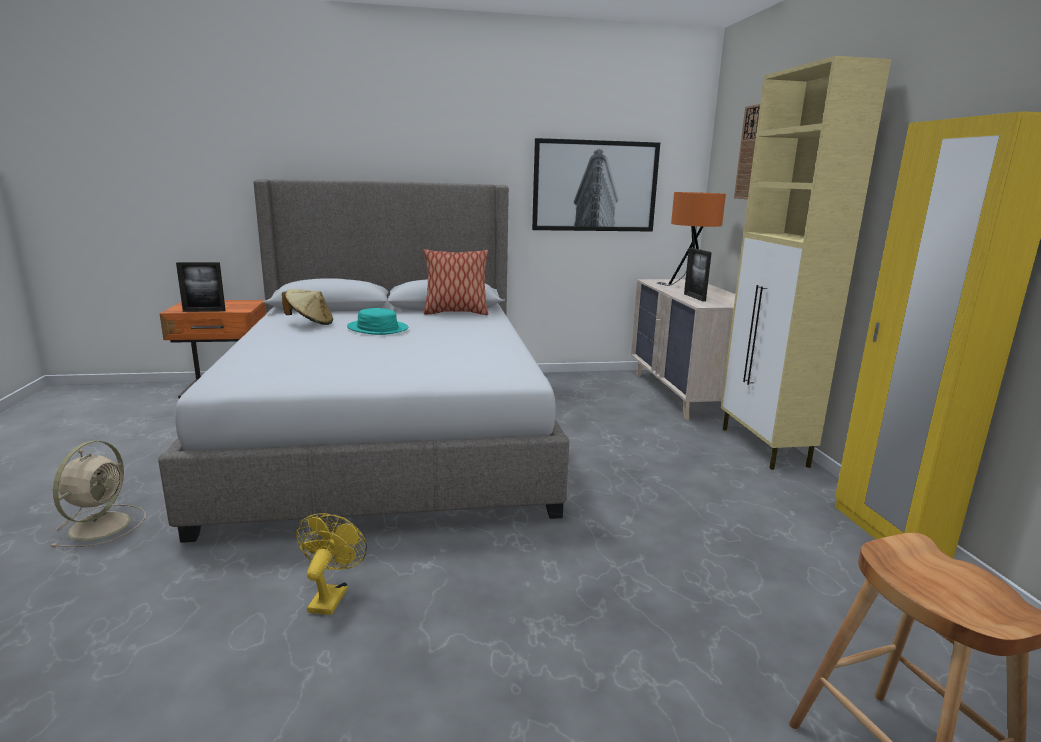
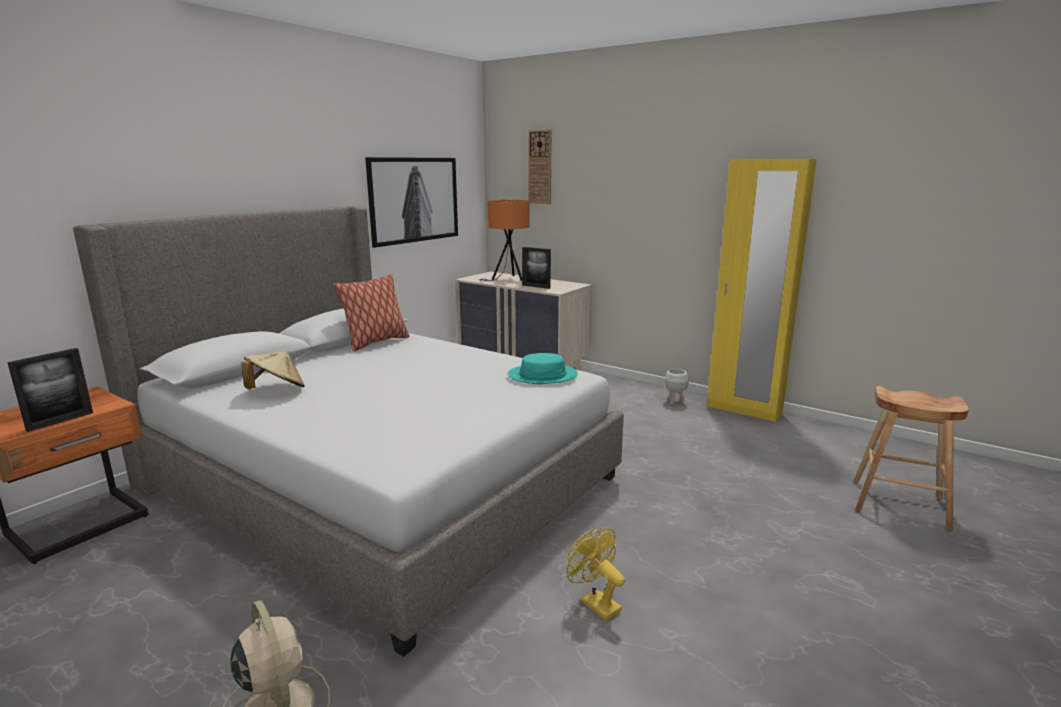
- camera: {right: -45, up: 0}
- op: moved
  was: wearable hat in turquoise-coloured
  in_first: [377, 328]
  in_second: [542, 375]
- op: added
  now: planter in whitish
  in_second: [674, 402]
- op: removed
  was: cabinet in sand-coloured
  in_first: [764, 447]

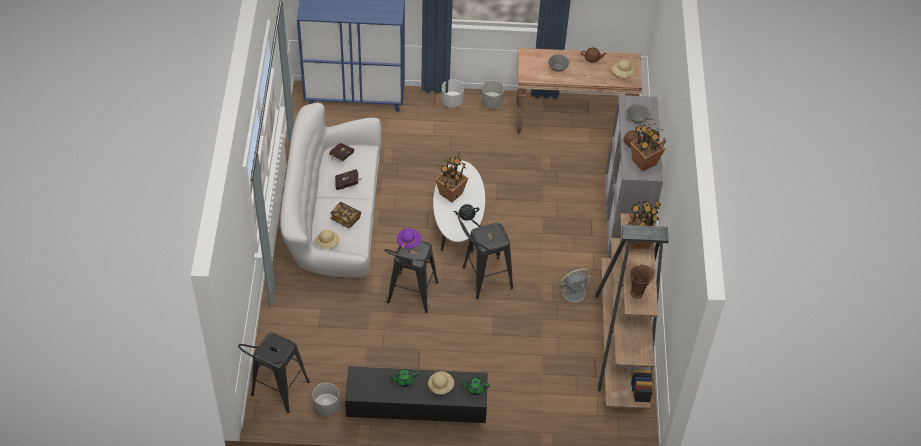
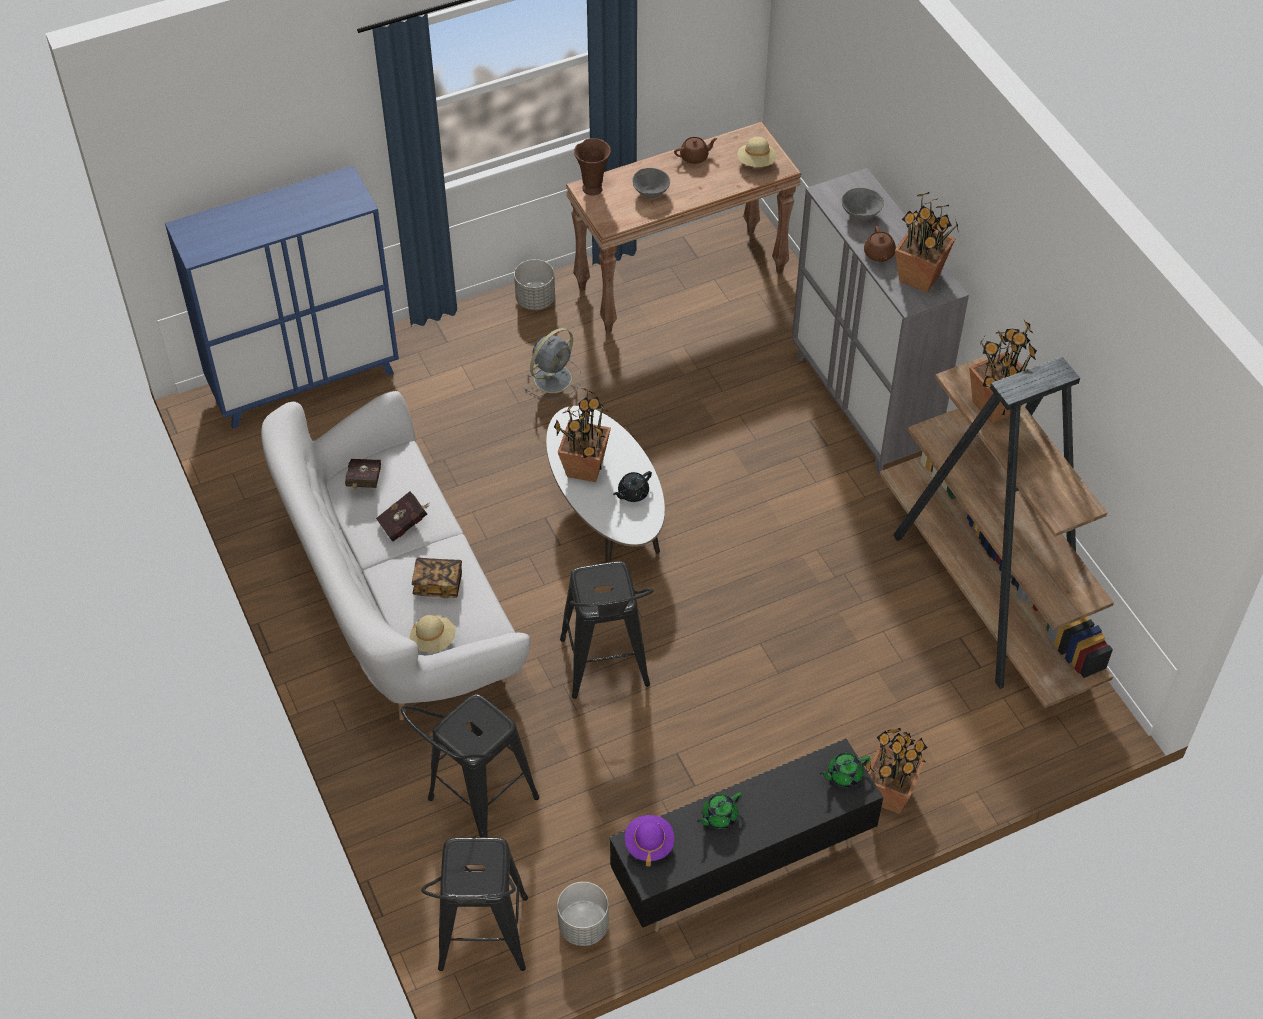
- camera: {right: -25, up: 0}
- op: moved
  was: stool in black-coloured
  in_first: [481, 279]
  in_second: [474, 806]
- op: moved
  was: electric fan in gray
  in_first: [575, 292]
  in_second: [554, 377]
- op: moved
  was: decorative vase in brown
  in_first: [637, 292]
  in_second: [593, 188]
- op: moved
  was: wearable hat in purple-coloured
  in_first: [408, 242]
  in_second: [649, 844]
- op: added
  now: potted plant
  in_second: [889, 794]
- op: removed
  was: wearable hat in sand-coloured
  in_first: [440, 386]
- op: removed
  was: planter in whitish
  in_first: [452, 102]

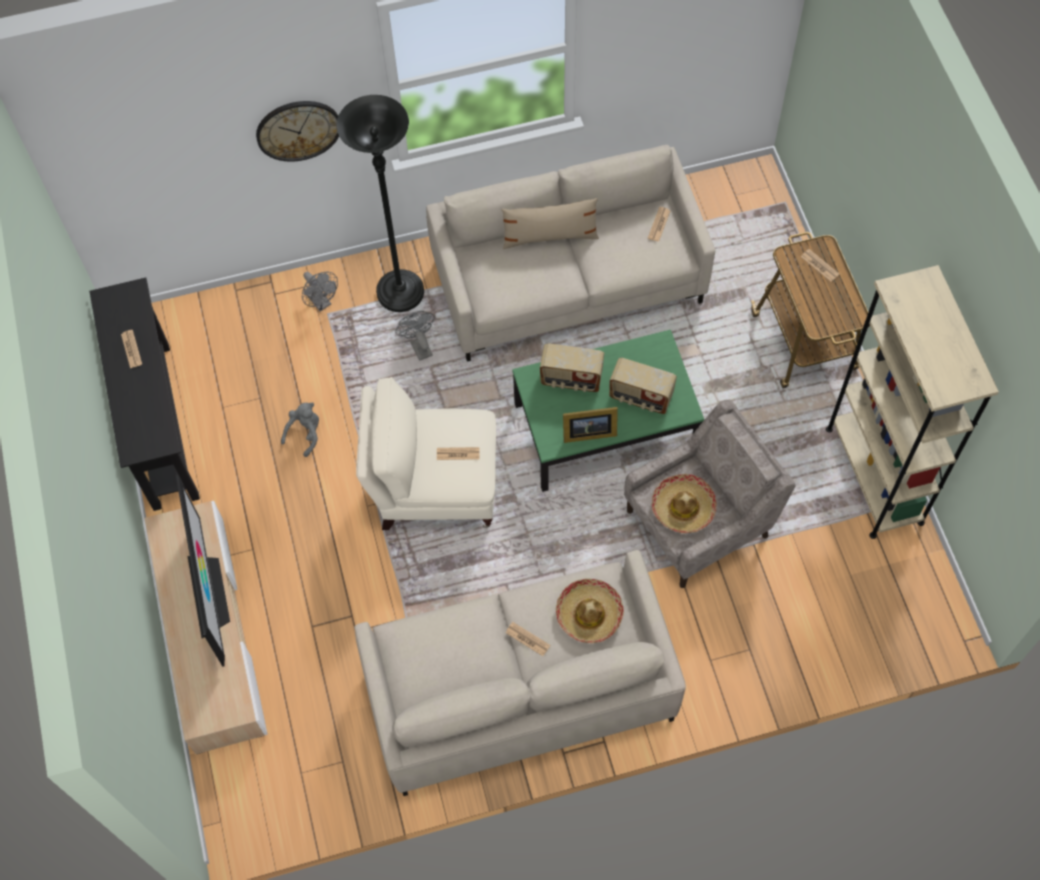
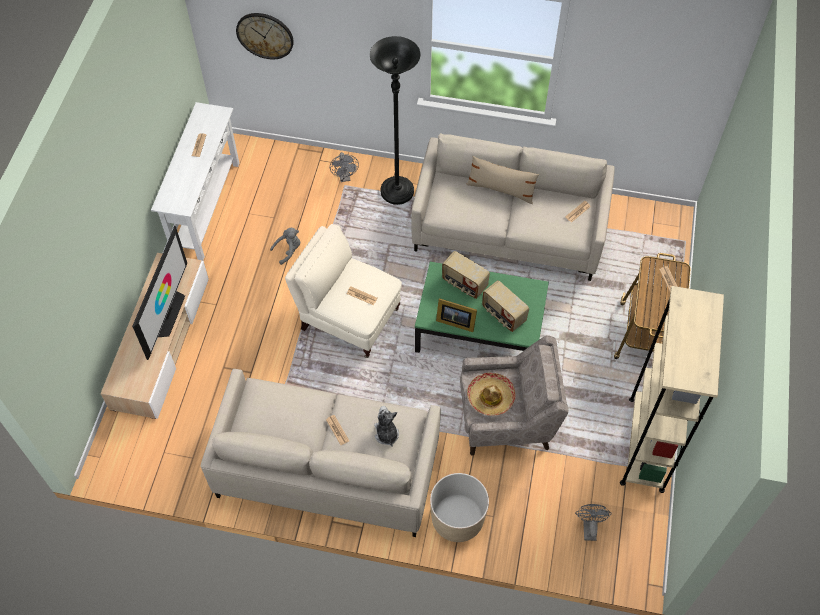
- camera: {right: 25, up: -5}
- op: recoloured
  was: hall table in black-coloured
  now: hall table in whitish
  in_first: [160, 425]
  in_second: [206, 208]
- op: moved
  was: hanging clock
  in_first: [298, 130]
  in_second: [265, 35]
- op: replaced
  was: wearable hat
  now: soft toy
  in_first: [589, 614]
  in_second: [386, 433]
- op: added
  now: planter in sand-coloured
  in_second: [457, 519]
- op: moved
  was: electric fan in gray
  in_first: [419, 345]
  in_second: [589, 527]

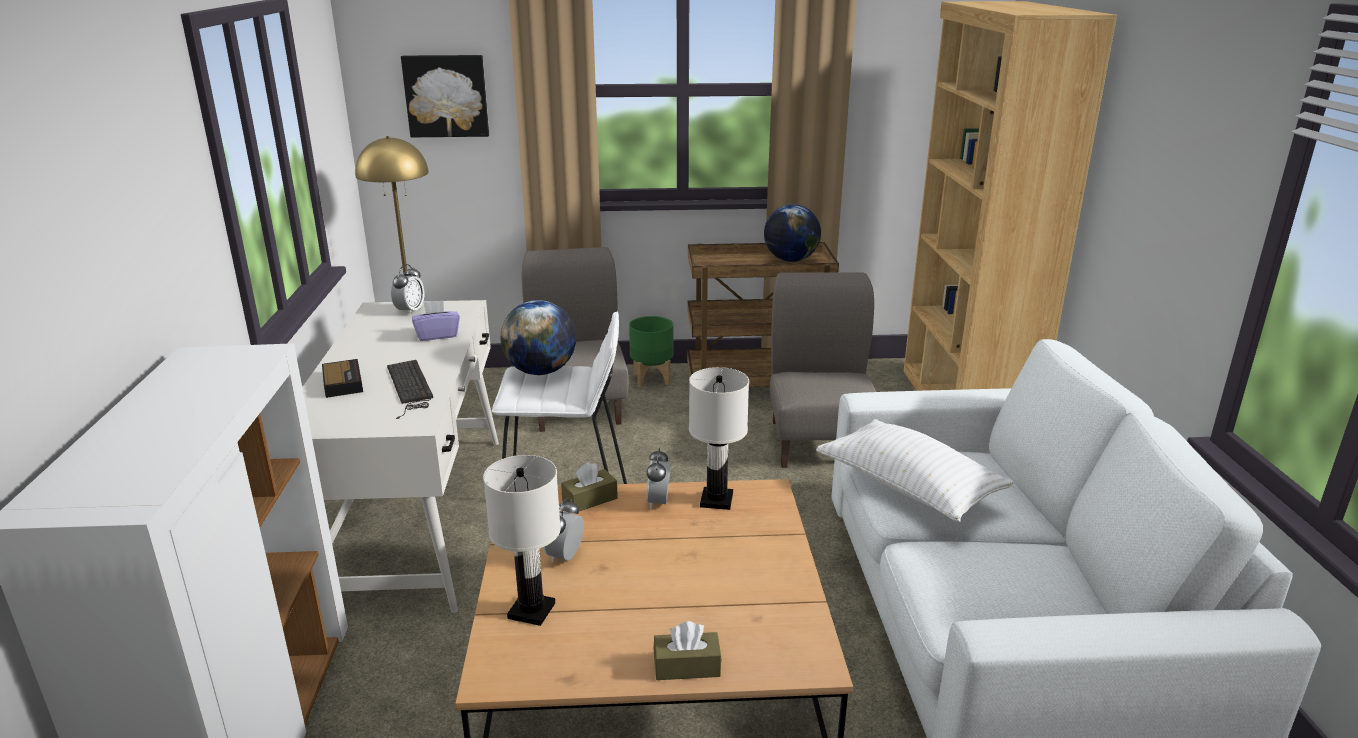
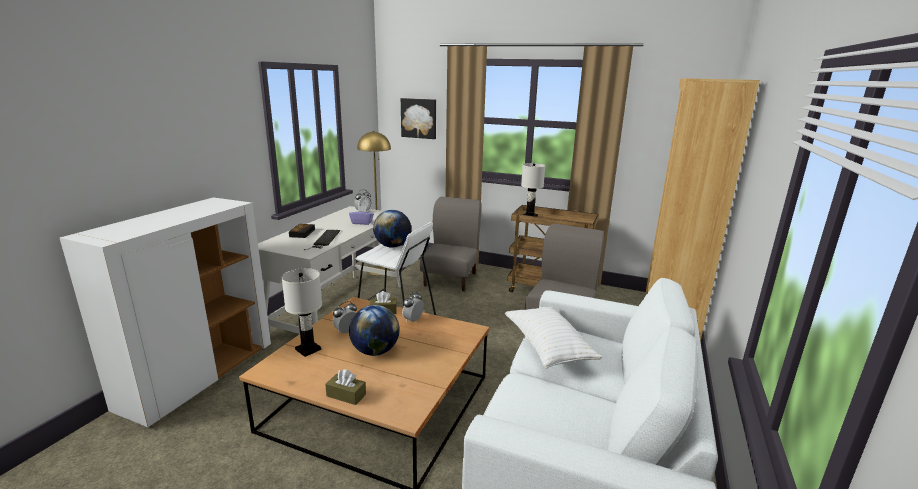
- camera: {right: 25, up: -5}
- op: moved
  was: desk globe
  in_first: [790, 260]
  in_second: [375, 351]
- op: moved
  was: lamp for a table in whitish
  in_first: [717, 500]
  in_second: [530, 216]
- op: removed
  was: planter in green-coloured
  in_first: [652, 379]

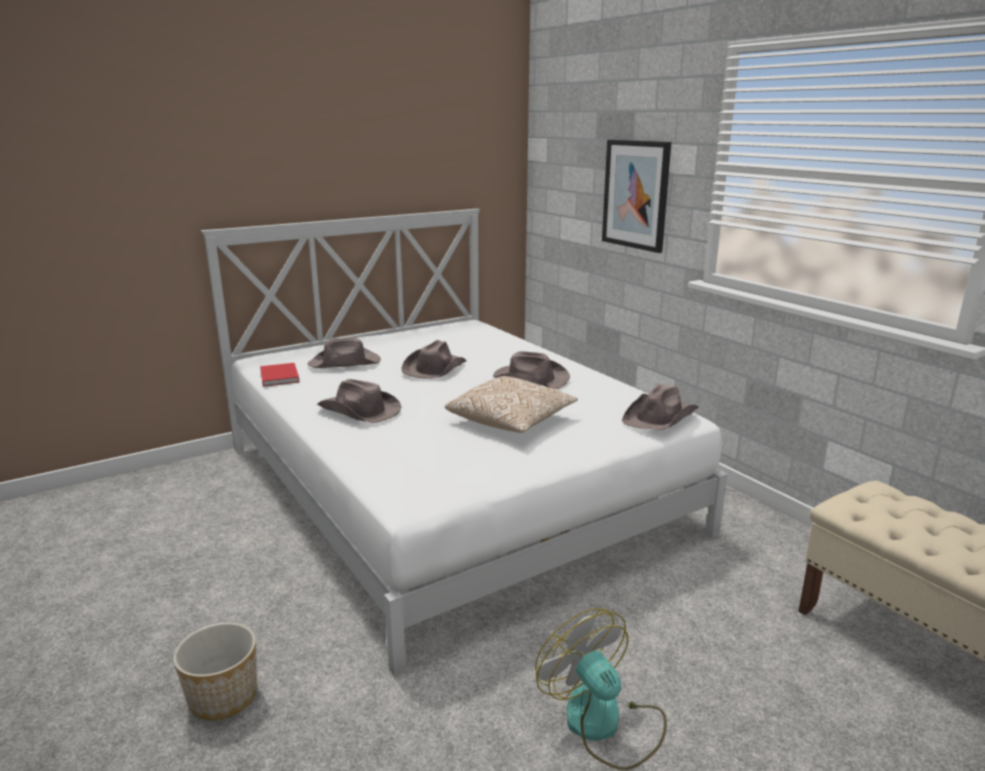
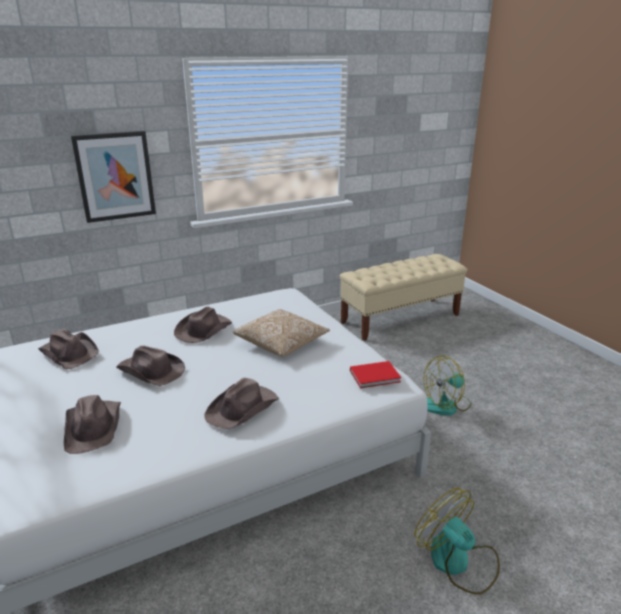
- camera: {right: -85, up: 5}
- op: moved
  was: wearable hat in brown
  in_first: [660, 417]
  in_second: [70, 353]
- op: moved
  was: bound book in red
  in_first: [279, 377]
  in_second: [376, 376]
- op: replaced
  was: planter
  now: electric fan
  in_first: [222, 697]
  in_second: [457, 562]

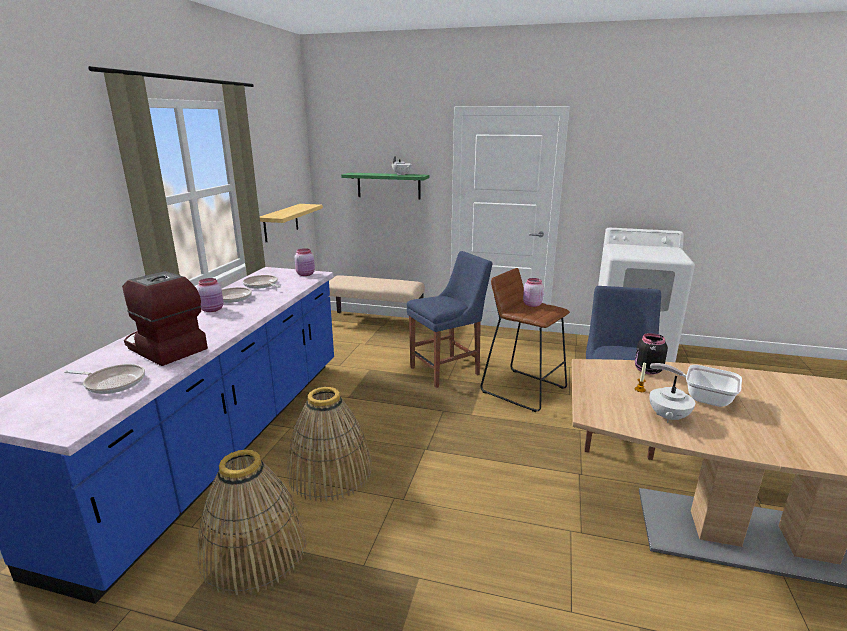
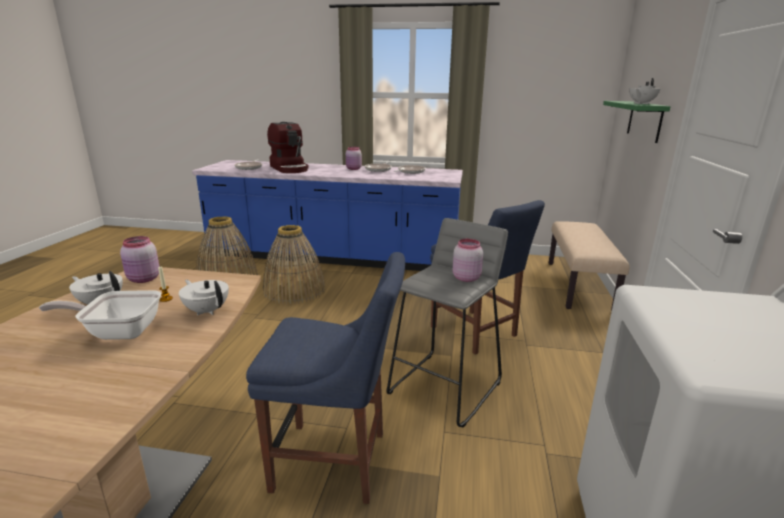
- camera: {right: 85, up: 0}
- op: turned
  was: pan
  in_first: [701, 397]
  in_second: [118, 331]
  clockwise: -120
- op: moved
  was: jar in pink
  in_first: [306, 274]
  in_second: [143, 279]
- op: replaced
  was: jar in black-coloured
  now: teapot in whitish
  in_first: [647, 370]
  in_second: [207, 310]
- op: turned
  was: coffee maker
  in_first: [164, 348]
  in_second: [290, 168]
  clockwise: 120
- op: recoloured
  was: stool in brown
  now: stool in gray
  in_first: [523, 389]
  in_second: [445, 387]
- op: removed
  was: shelf
  in_first: [281, 222]

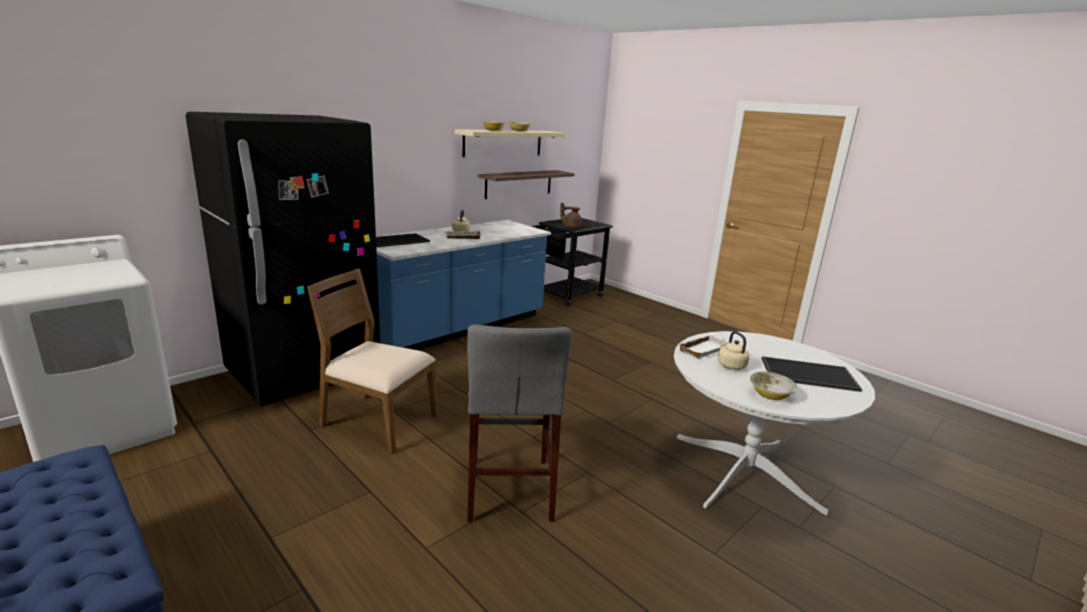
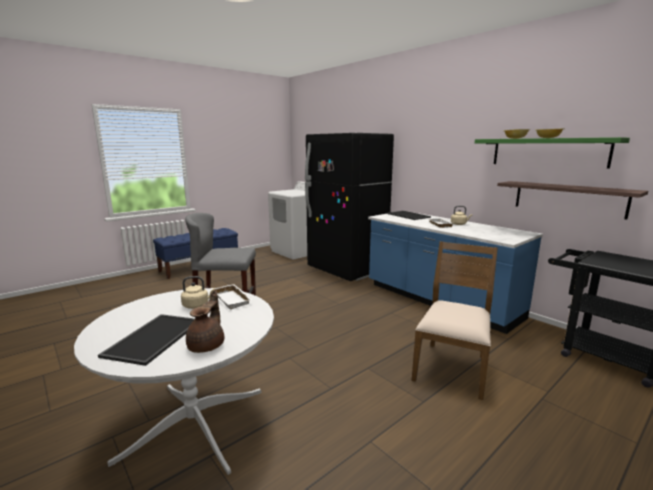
- camera: {right: 95, up: -5}
- op: moved
  was: teapot in brown
  in_first: [571, 227]
  in_second: [207, 345]
- op: moved
  was: plain chair in brown
  in_first: [378, 421]
  in_second: [452, 367]
- op: recoloured
  was: shelf in sand-coloured
  now: shelf in green-coloured
  in_first: [503, 143]
  in_second: [547, 152]
- op: removed
  was: deep dish
  in_first: [770, 395]

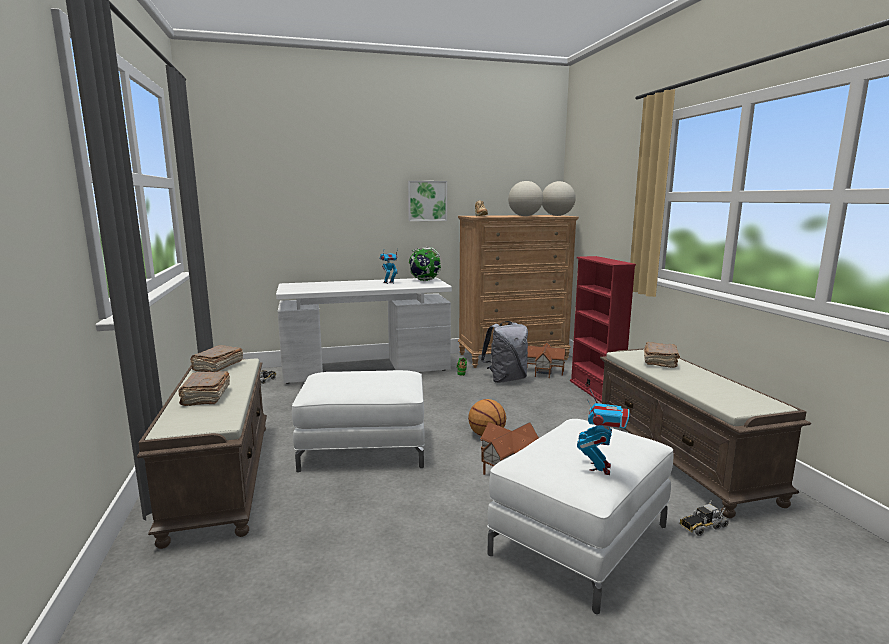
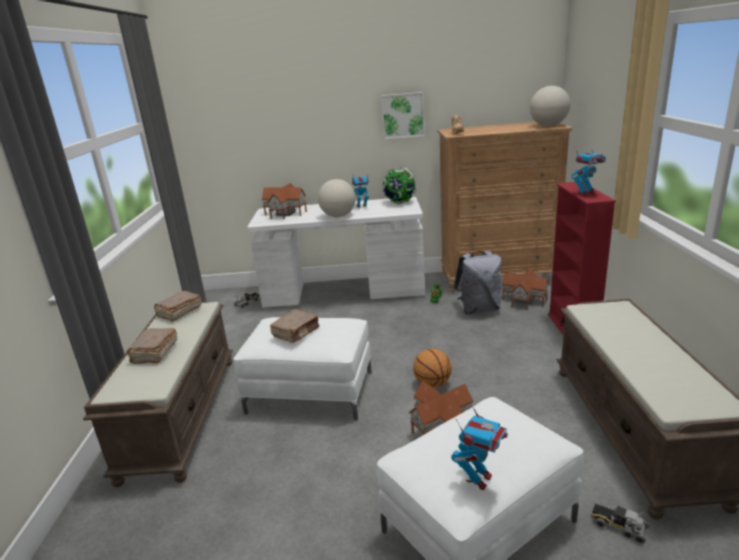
- camera: {right: 15, up: 10}
- op: added
  now: miniature house
  in_second: [285, 213]
- op: moved
  was: bound book in brown
  in_first: [660, 362]
  in_second: [296, 333]
- op: moved
  was: desk globe
  in_first: [525, 216]
  in_second: [338, 216]
- op: added
  now: toy robot
  in_second: [586, 193]
- op: turned
  was: toy lorry
  in_first: [702, 526]
  in_second: [618, 526]
  clockwise: 45

